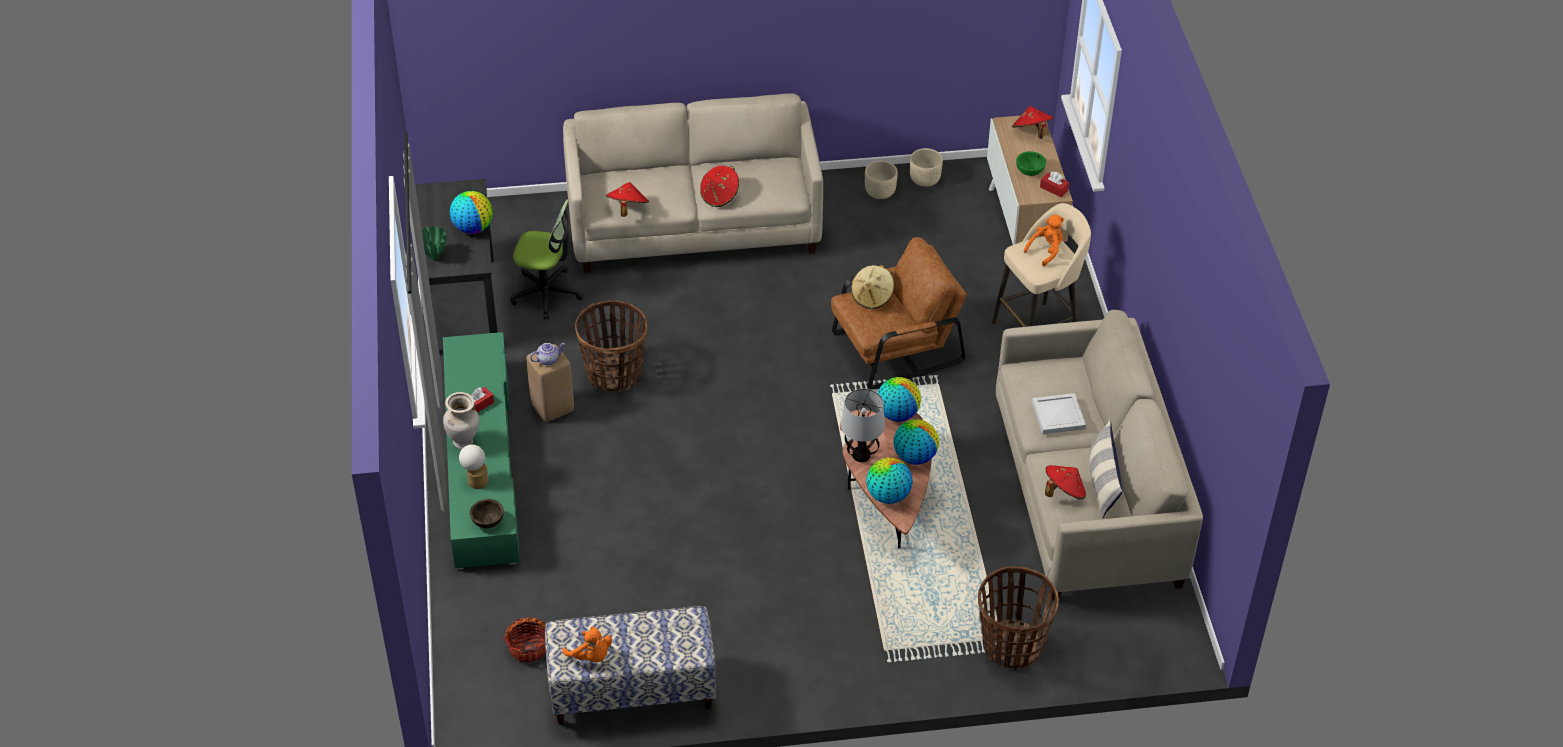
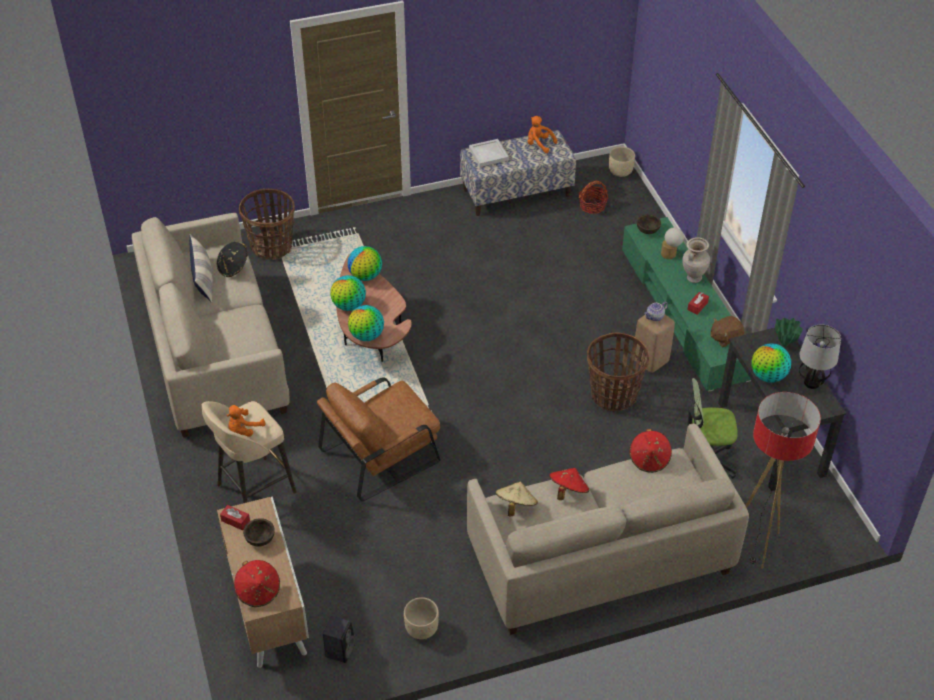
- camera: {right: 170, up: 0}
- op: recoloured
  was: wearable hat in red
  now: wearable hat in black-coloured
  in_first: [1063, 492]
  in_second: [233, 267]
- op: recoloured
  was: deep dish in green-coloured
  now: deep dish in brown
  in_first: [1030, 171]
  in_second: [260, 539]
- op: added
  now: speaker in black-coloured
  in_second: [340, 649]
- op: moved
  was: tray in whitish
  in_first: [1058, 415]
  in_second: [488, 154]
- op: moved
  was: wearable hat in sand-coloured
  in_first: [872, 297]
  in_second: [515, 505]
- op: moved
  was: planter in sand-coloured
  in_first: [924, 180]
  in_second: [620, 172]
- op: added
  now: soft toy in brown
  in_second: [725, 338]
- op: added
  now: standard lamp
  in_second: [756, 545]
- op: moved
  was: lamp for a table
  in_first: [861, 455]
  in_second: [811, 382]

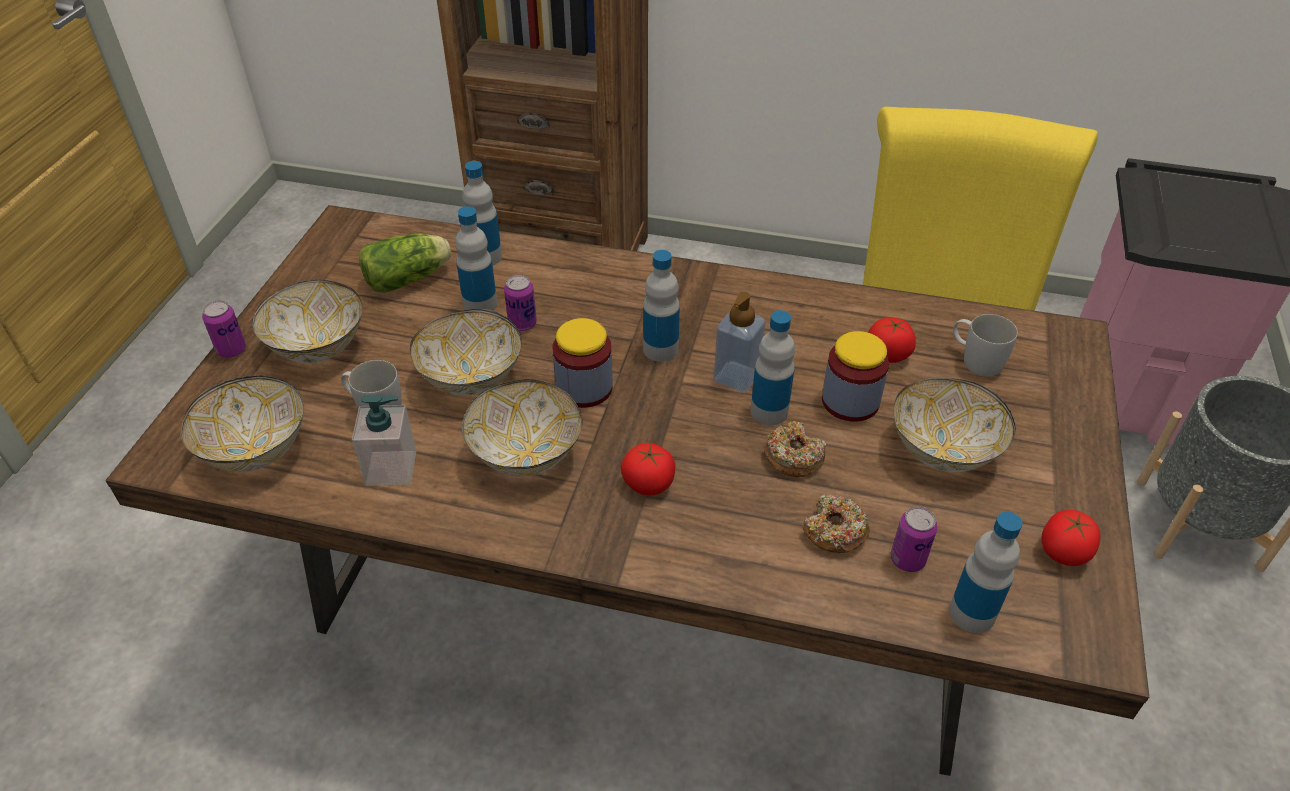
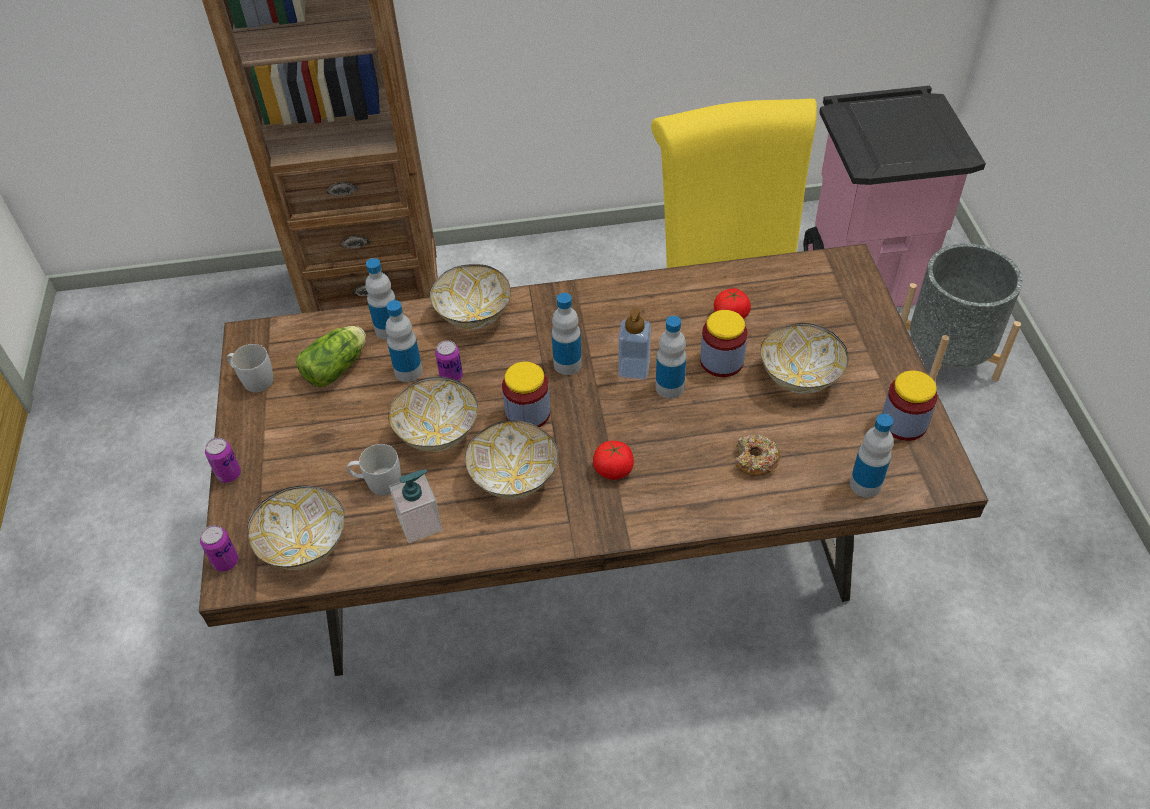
- camera: {right: -20, up: 5}
- op: moved
  was: sealed can
  in_first: [907, 560]
  in_second: [226, 561]
- op: moved
  was: mug in whitish
  in_first: [975, 359]
  in_second: [253, 379]
- op: moved
  was: deep dish
  in_first: [317, 348]
  in_second: [474, 316]
- op: replaced
  was: whole tomato
  now: jar
  in_first: [1063, 552]
  in_second: [903, 423]
- op: removed
  was: donut
  in_first: [793, 457]

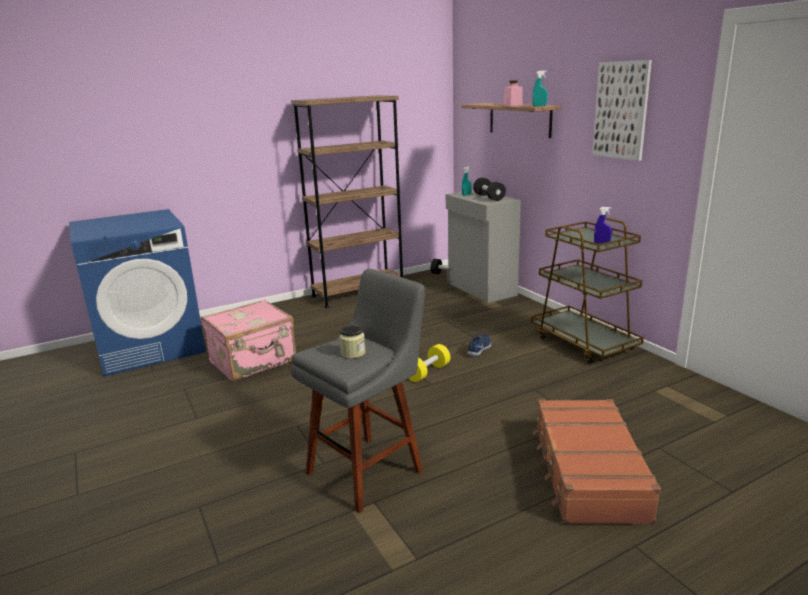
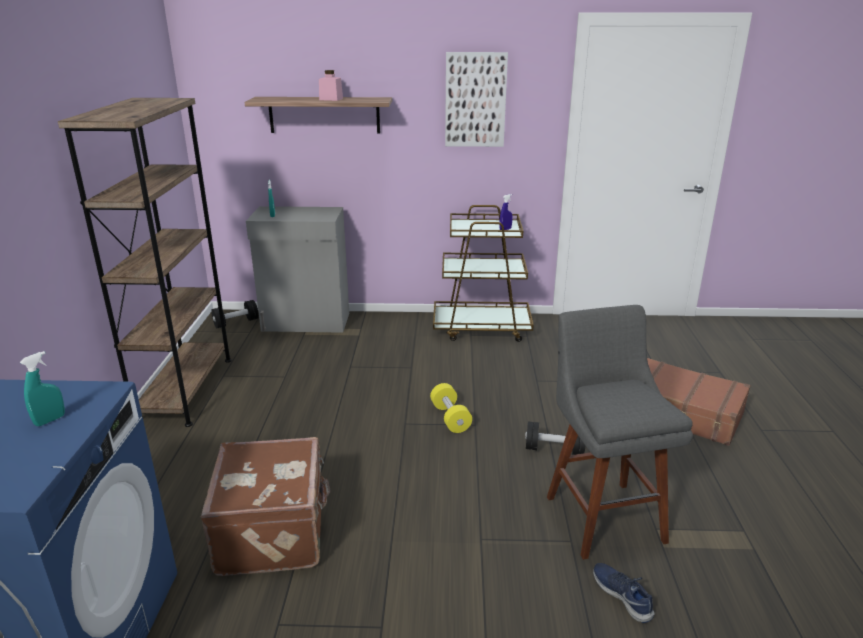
- camera: {right: -60, up: 5}
- op: moved
  was: spray bottle in turquoise-coloured
  in_first: [539, 106]
  in_second: [50, 420]
- op: recoloured
  was: travel case in pink
  now: travel case in brown
  in_first: [254, 362]
  in_second: [275, 532]
- op: moved
  was: dumbbell in black-coloured
  in_first: [489, 197]
  in_second: [554, 449]
- op: moved
  was: item of footwear in blue-coloured
  in_first: [480, 349]
  in_second: [622, 595]
- op: removed
  was: jar
  in_first: [353, 353]

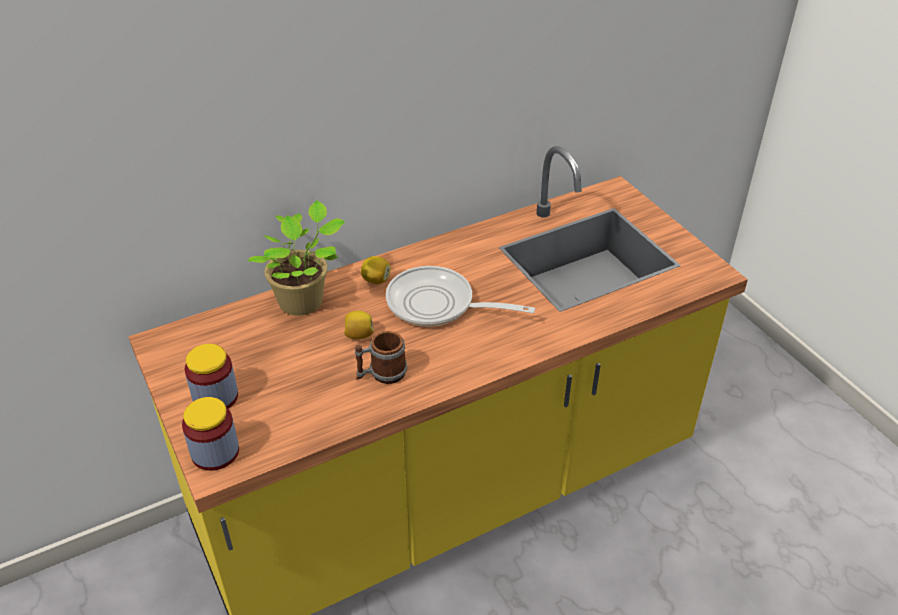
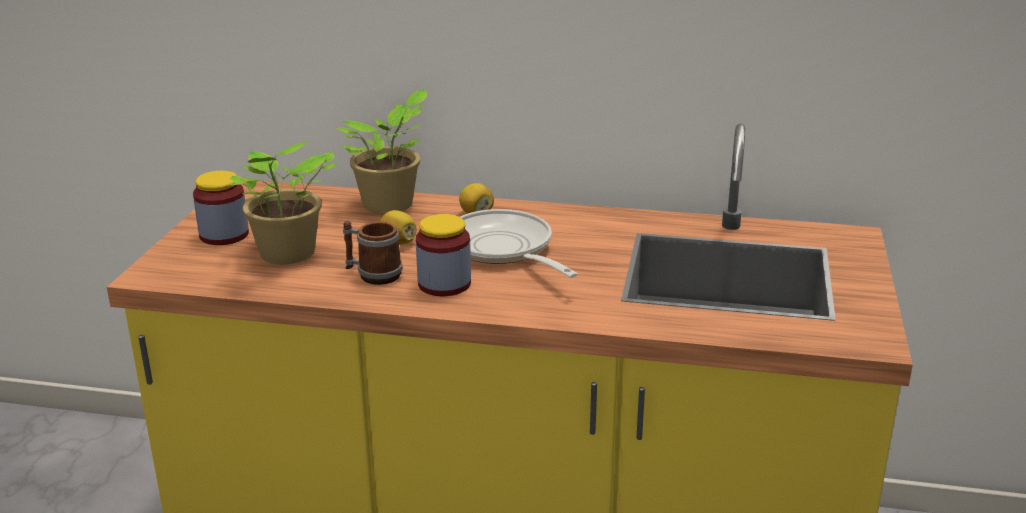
- camera: {right: 40, up: -15}
- op: added
  now: potted plant
  in_second: [287, 255]
- op: moved
  was: jar
  in_first: [215, 452]
  in_second: [444, 284]

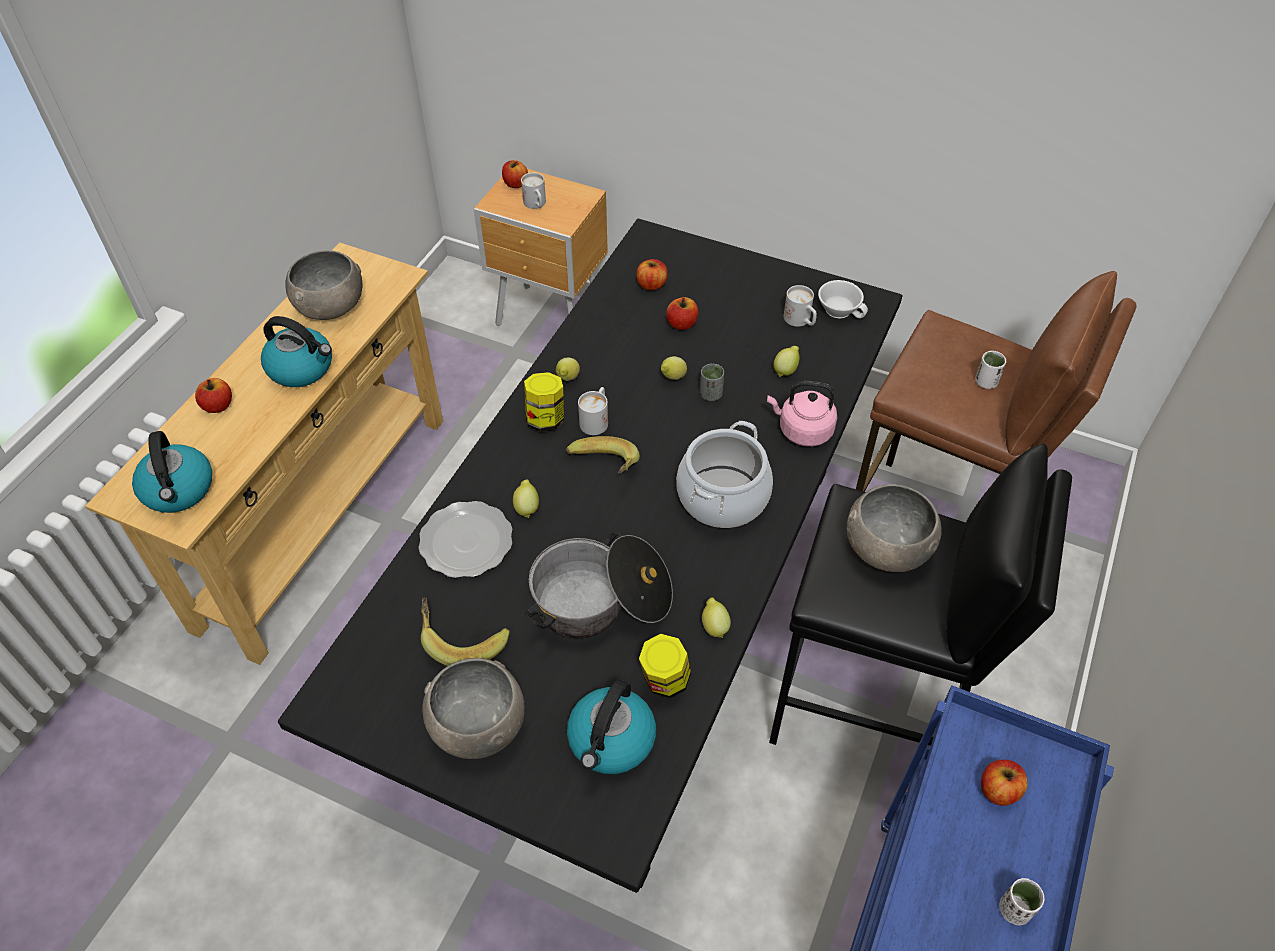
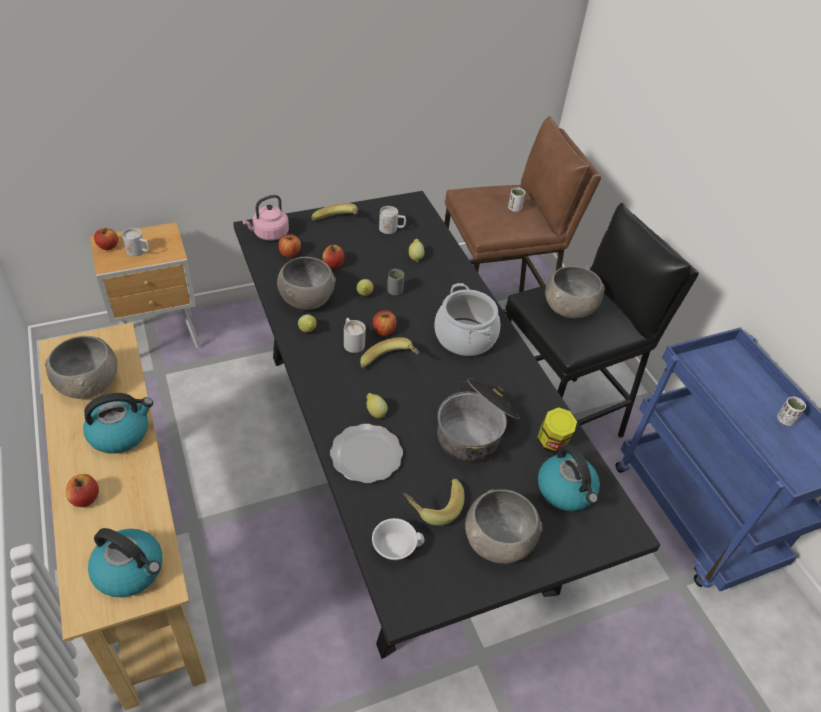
- camera: {right: -50, up: -5}
- op: moved
  was: tea kettle in pink
  in_first: [802, 430]
  in_second: [269, 234]
- op: added
  now: deep dish in gray
  in_second: [306, 299]
- op: added
  now: banana fruit
  in_second: [337, 223]
- op: moved
  was: small cup in whitish
  in_first: [840, 309]
  in_second: [395, 546]
- op: moved
  was: whole apple
  in_first: [998, 790]
  in_second: [384, 330]
- op: removed
  was: jar
  in_first: [545, 419]
- op: removed
  was: lemon
  in_first: [714, 626]

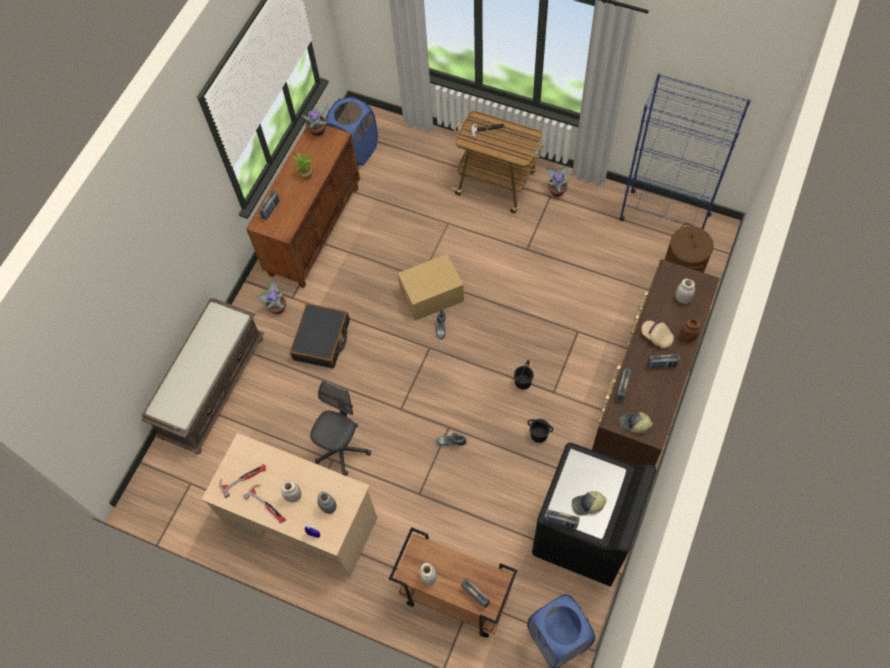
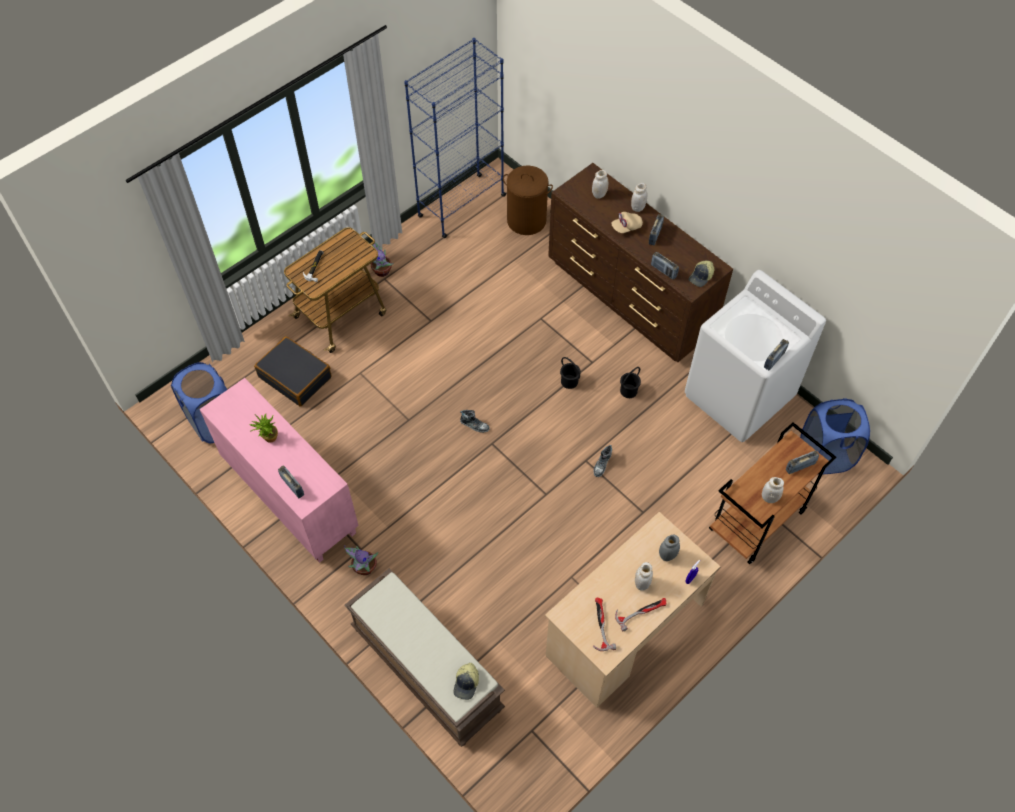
- camera: {right: -70, up: -5}
- op: recoloured
  was: cabinet in brown
  now: cabinet in pink
  in_first: [314, 230]
  in_second: [289, 497]
- op: moved
  was: travel case in black-coloured
  in_first: [322, 340]
  in_second: [295, 377]
- op: moved
  was: baseball cap
  in_first: [588, 505]
  in_second: [467, 683]
- op: recoloured
  was: jar in brown
  now: jar in whitish
  in_first: [687, 337]
  in_second: [637, 207]
- op: recoloured
  was: laundry appliance in black-coloured
  now: laundry appliance in whitish
  in_first: [584, 534]
  in_second: [739, 397]
- op: removed
  was: potted plant
  in_first: [318, 131]
- op: removed
  was: desk chair in gray
  in_first: [342, 449]
- op: removed
  was: carton
  in_first: [431, 296]

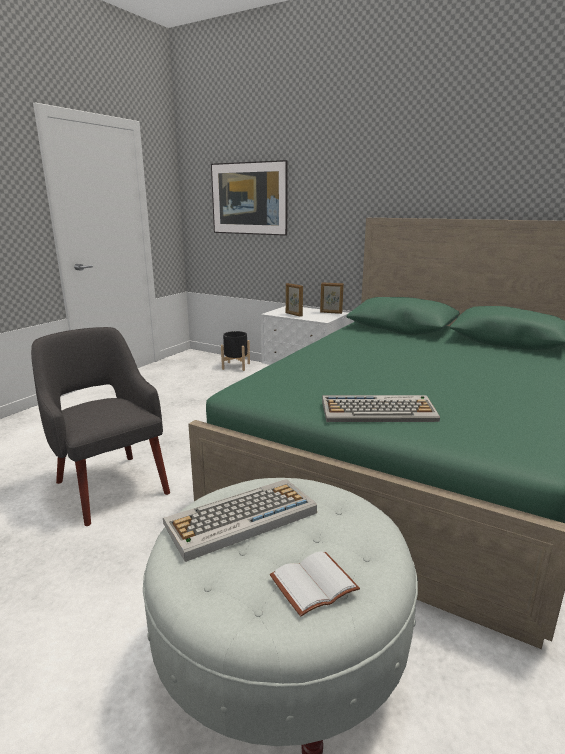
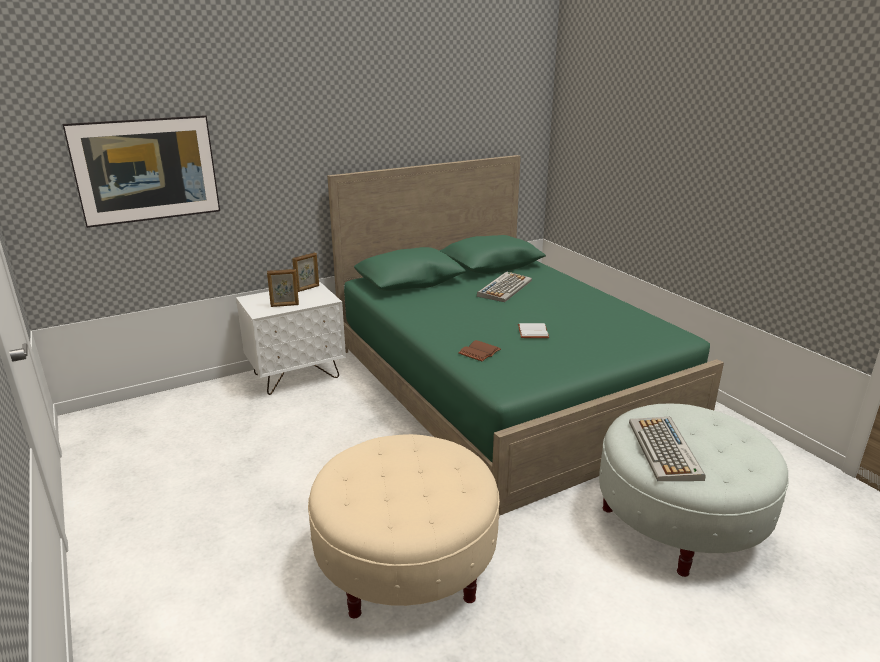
- camera: {right: -60, up: 5}
- op: replaced
  was: lounge chair in gray
  now: pouffe in sand-coloured
  in_first: [110, 486]
  in_second: [405, 563]
- op: added
  now: bound book in brown
  in_second: [480, 353]
- op: moved
  was: keyboard
  in_first: [379, 411]
  in_second: [504, 288]
- op: moved
  was: bound book in whitish
  in_first: [313, 582]
  in_second: [531, 332]
- op: removed
  was: planter in black-coloured
  in_first: [236, 366]

